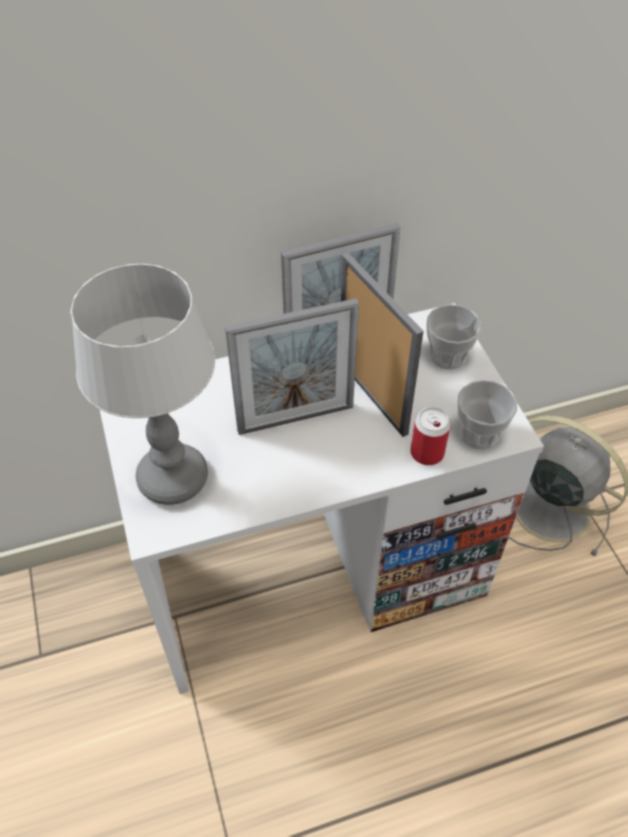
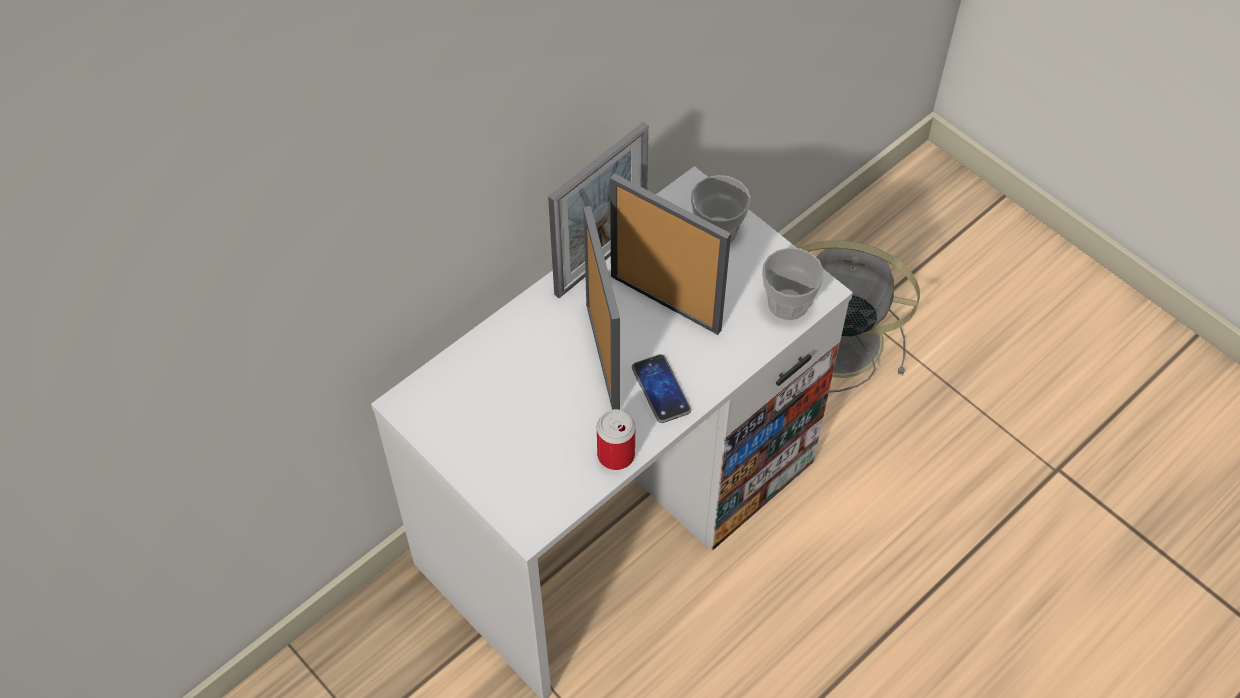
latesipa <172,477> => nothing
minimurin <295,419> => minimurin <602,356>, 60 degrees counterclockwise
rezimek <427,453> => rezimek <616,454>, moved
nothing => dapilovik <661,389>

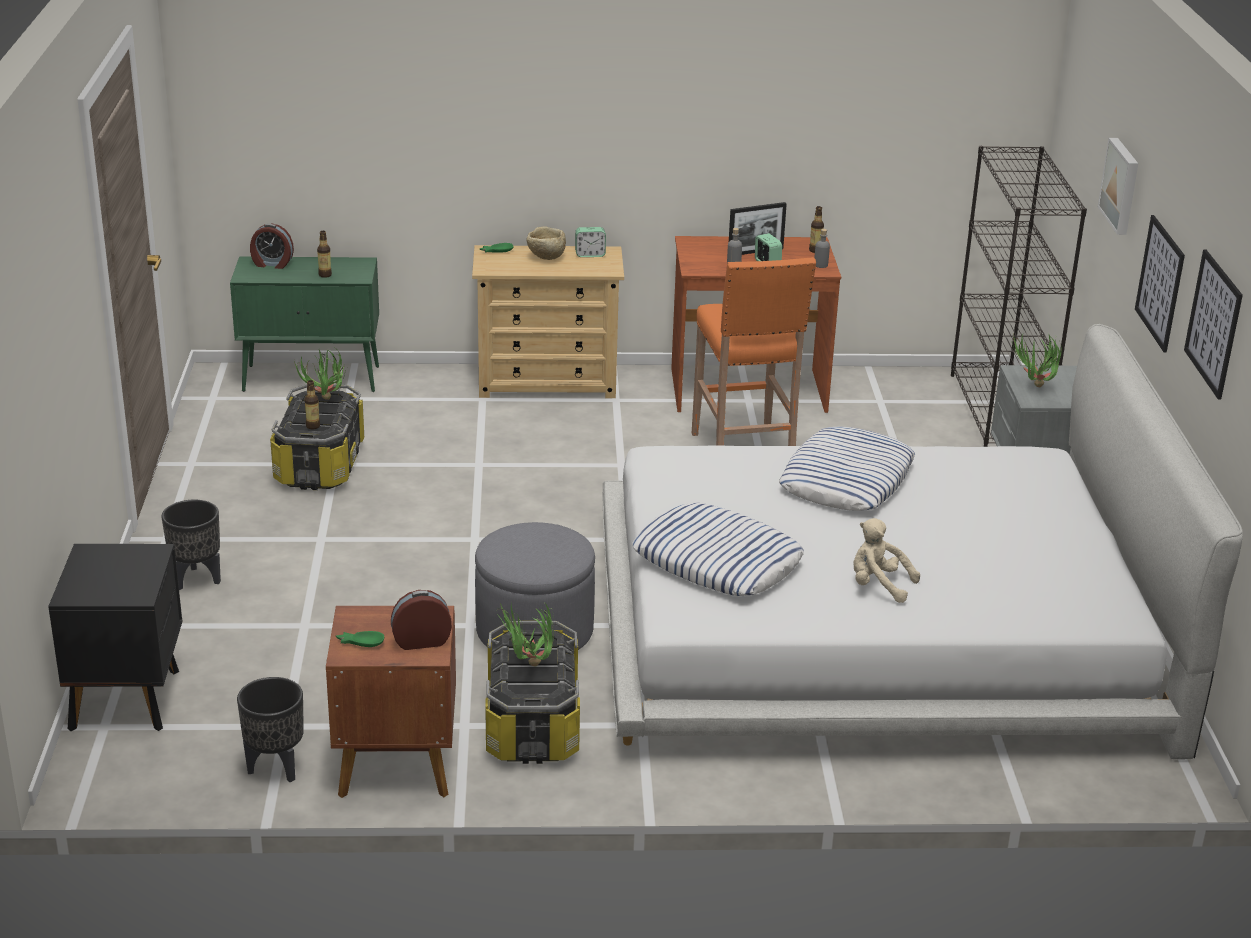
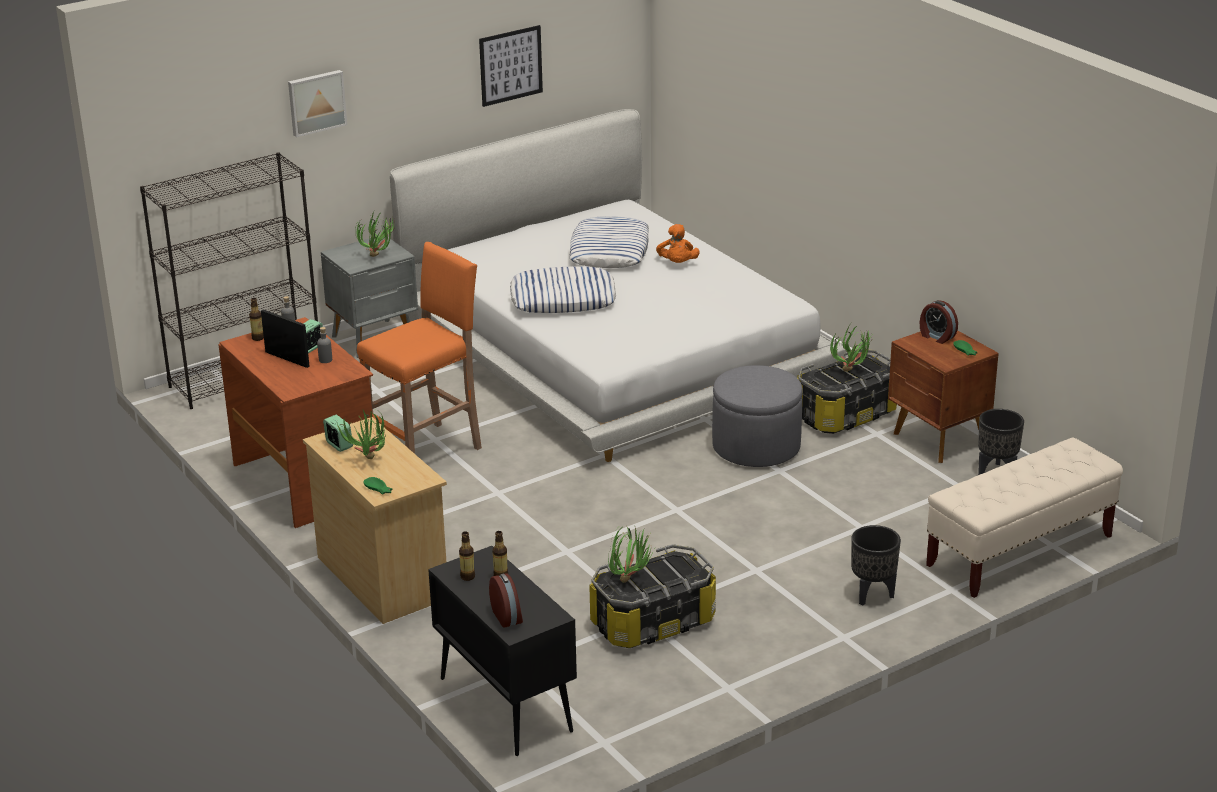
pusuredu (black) <127,698> => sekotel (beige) <1019,551>
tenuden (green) <313,379> => tenuden (black) <504,704>
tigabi <313,426> => tigabi <467,577>, moved
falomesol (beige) <546,258> => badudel <368,462>
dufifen <716,561> => dufifen <609,251>, moved
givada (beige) <878,586> => givada (orange) <677,264>
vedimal <1160,283> => nothing

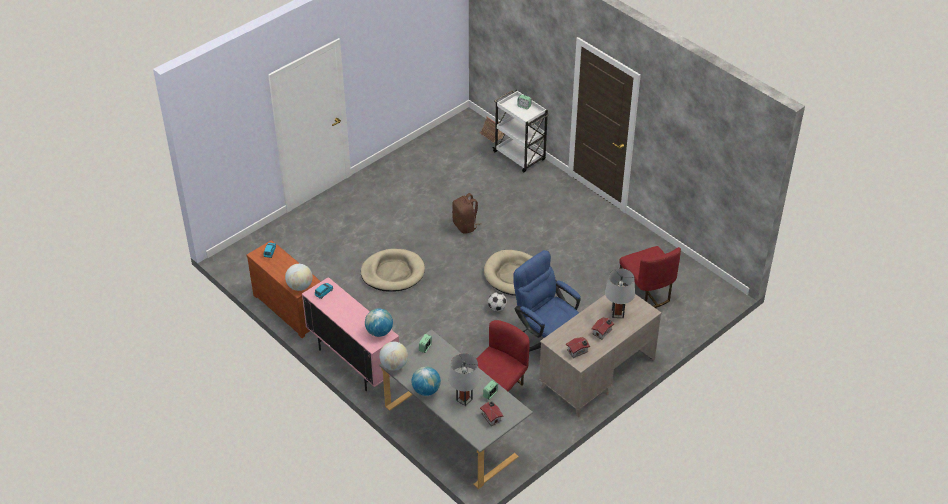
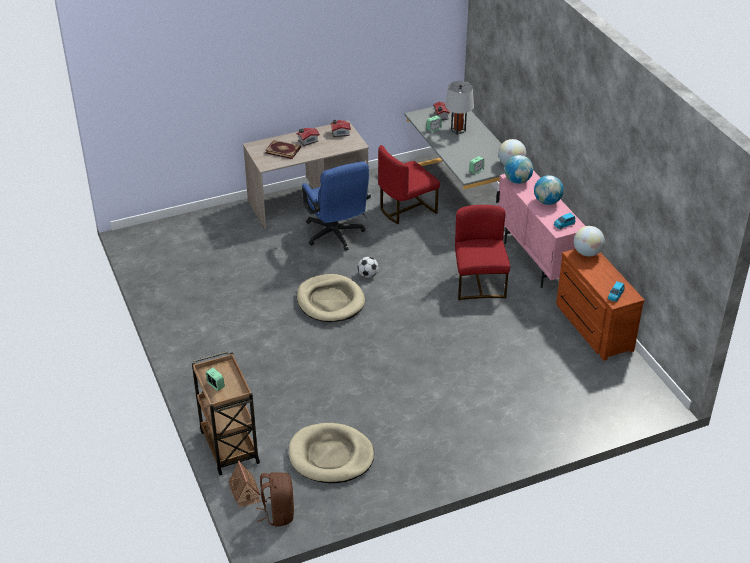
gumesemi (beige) <393,273> => gumesemi (beige) <331,456>, moved
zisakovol <426,390> => zisakovol <547,202>, moved
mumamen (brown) <465,226> => mumamen (brown) <278,513>, moved
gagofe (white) <520,156> => gagofe (brown) <229,445>
latesipa (grey) <617,314> => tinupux <283,150>
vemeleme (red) <646,292> => vemeleme (red) <479,283>, moved

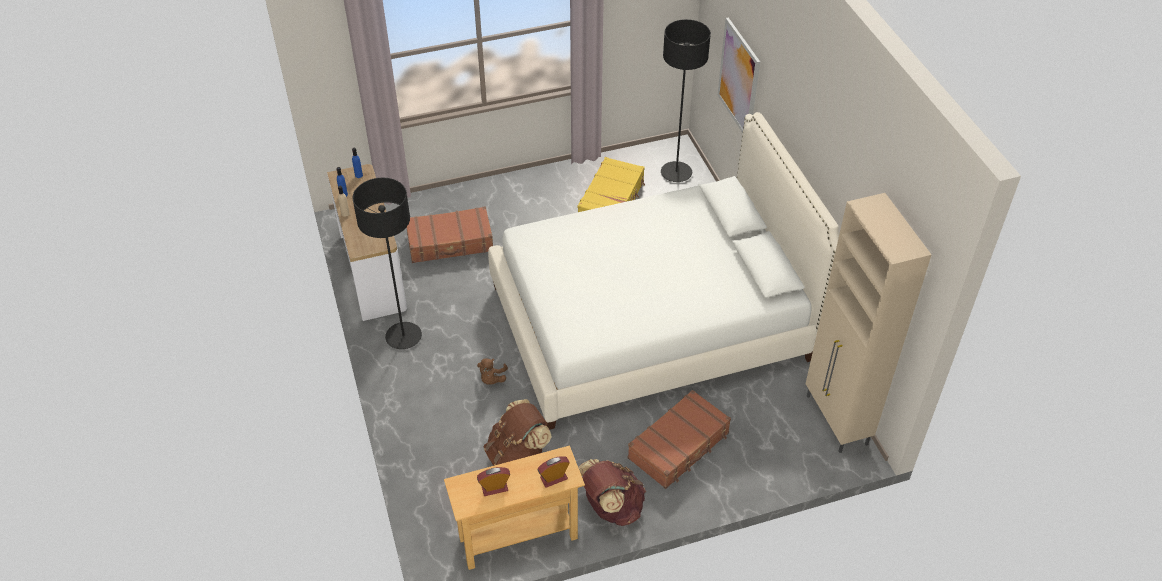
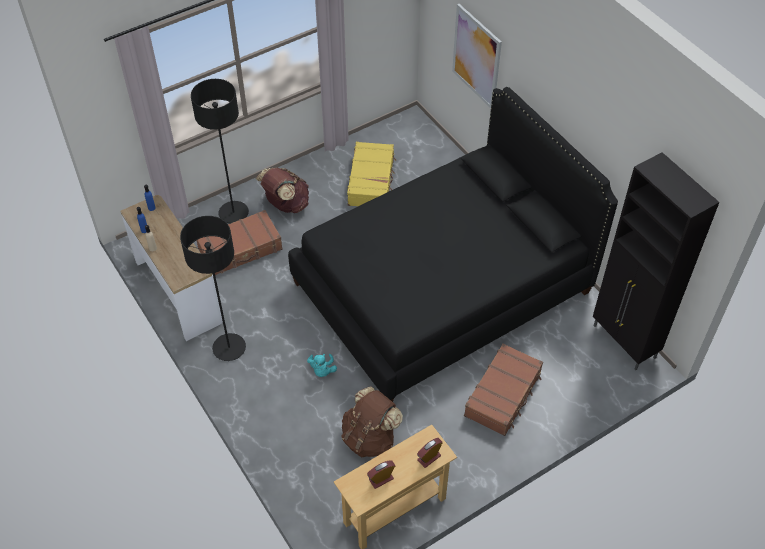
givada (brown) <492,379> => givada (turquoise) <322,370>
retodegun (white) <651,322> => retodegun (black) <443,287>
mumamen (brown) <611,507> => mumamen (brown) <286,204>, moved
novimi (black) <676,173> => novimi (black) <233,213>, moved
tenuden (beige) <836,421> => tenuden (black) <624,342>

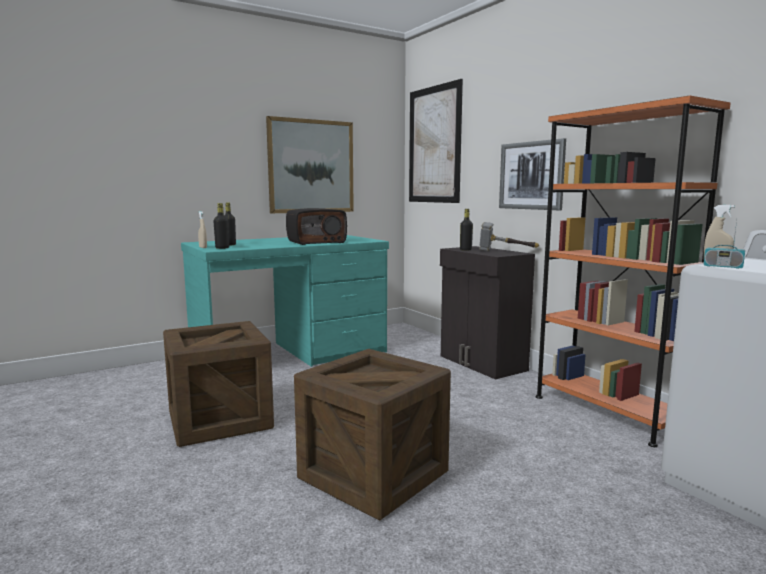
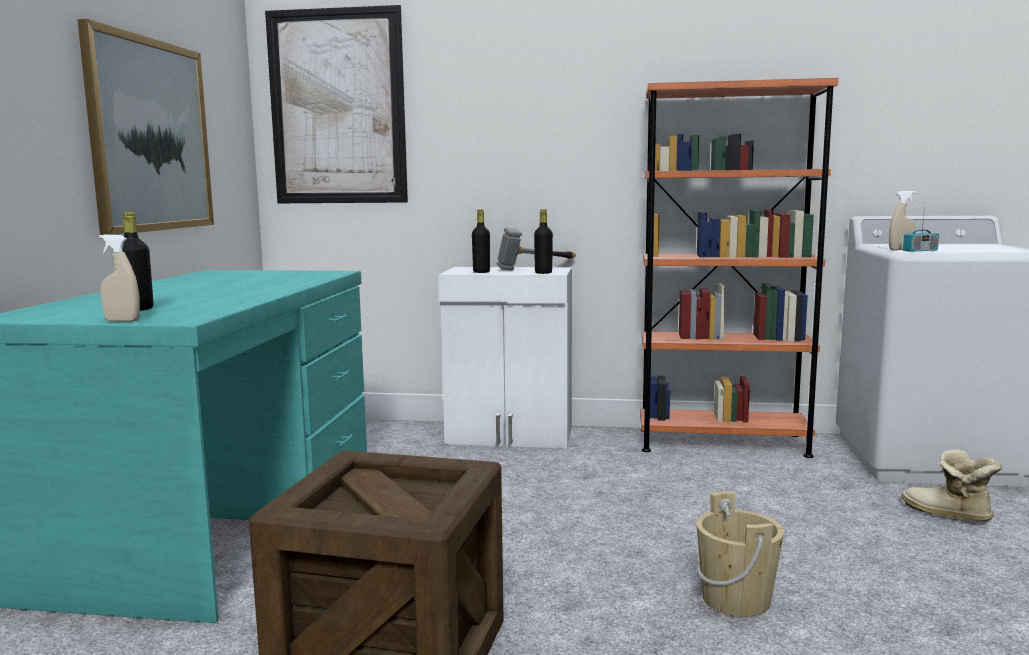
tigabi (black) <222,248> => tigabi (black) <543,273>, moved
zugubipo <316,242> => nothing
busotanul <373,475> => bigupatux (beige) <736,599>
tenuden (black) <482,363> => tenuden (white) <510,436>
vedimal <531,175> => nothing
nothing => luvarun <948,515>

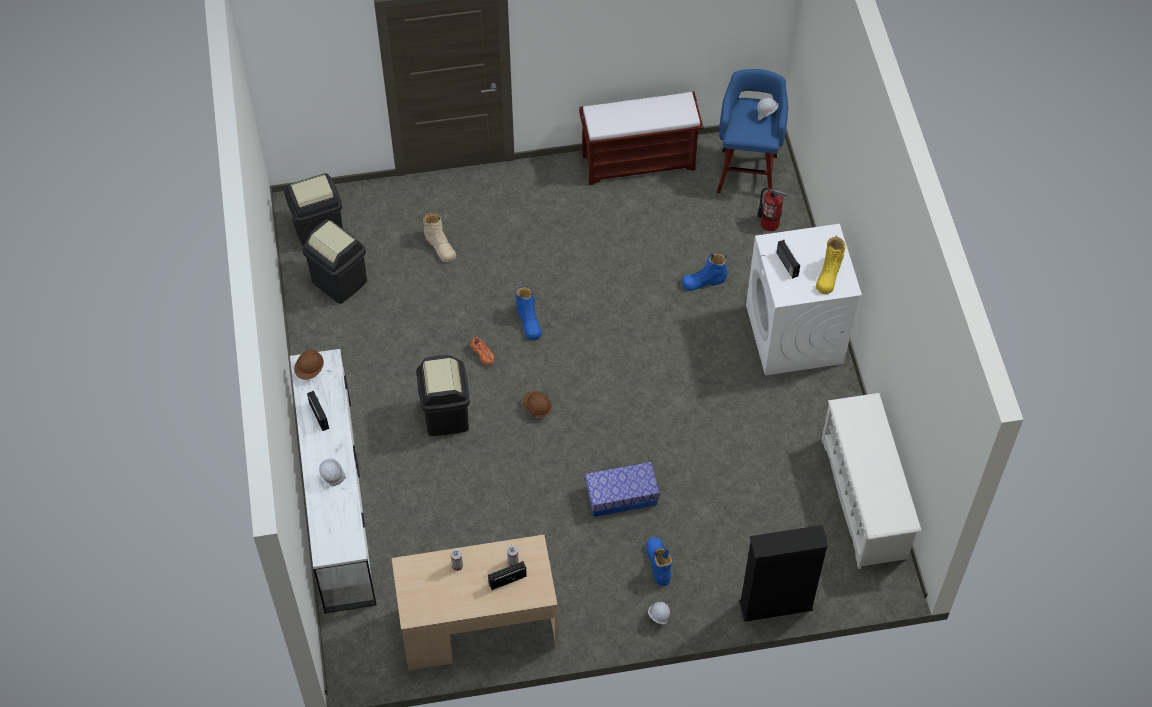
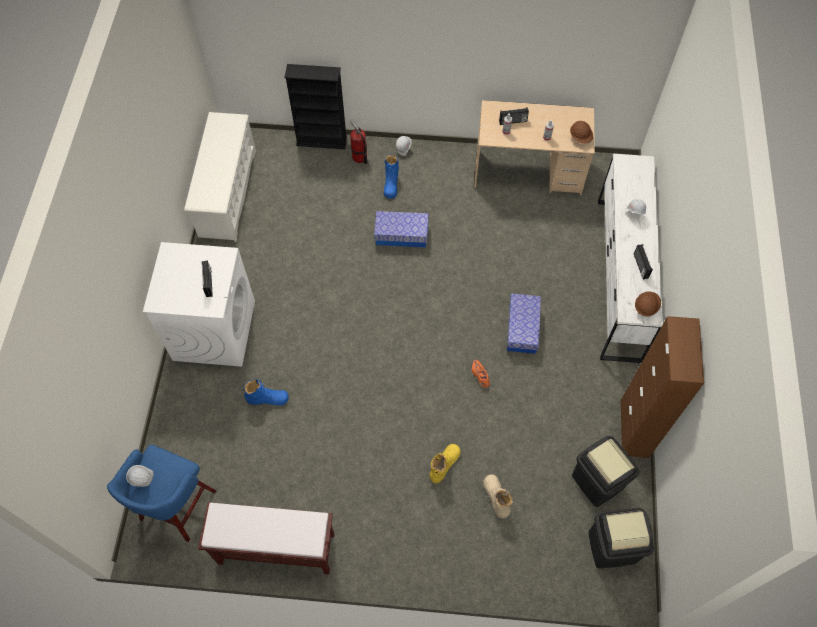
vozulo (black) <445,415> => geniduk <522,328>
luvarun (blue) <528,322> => nothing
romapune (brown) <537,408> => romapune (brown) <580,137>, moved
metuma <769,223> => metuma <359,157>, moved
luvarun (yellow) <828,275> => luvarun (yellow) <444,464>, moved
nothing => tenuden (brown) <634,428>

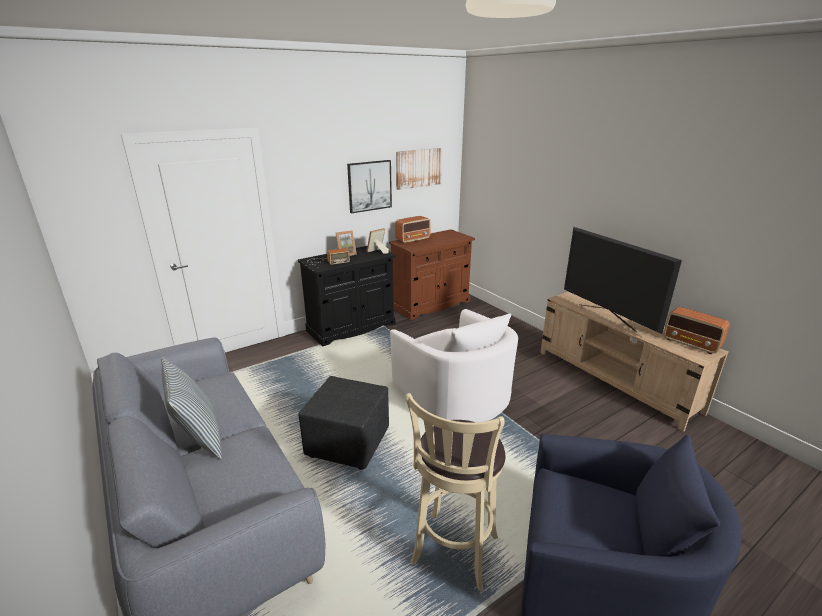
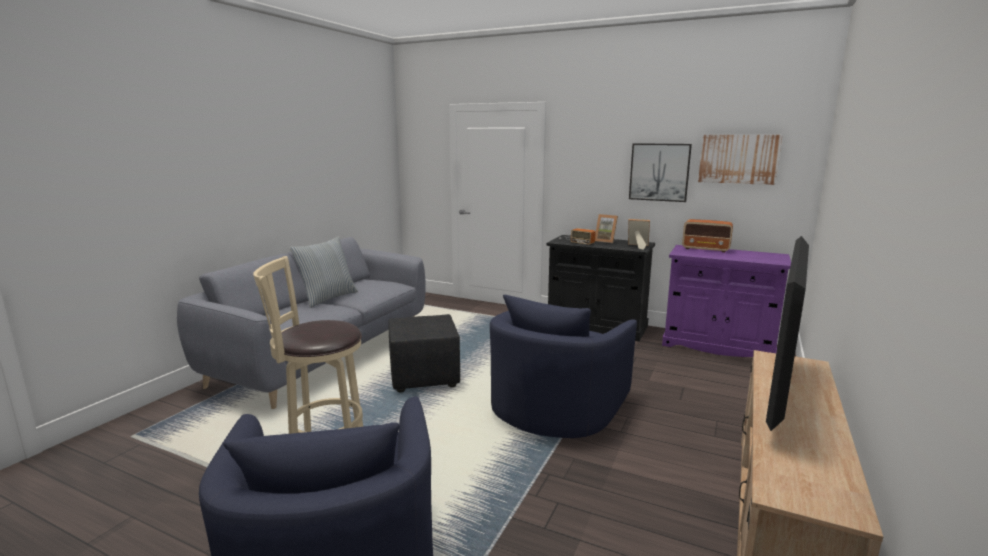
tenuden (brown) <431,304> => tenuden (purple) <718,346>
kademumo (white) <454,394> => kademumo (blue) <556,405>
zugubipo <691,344> => nothing

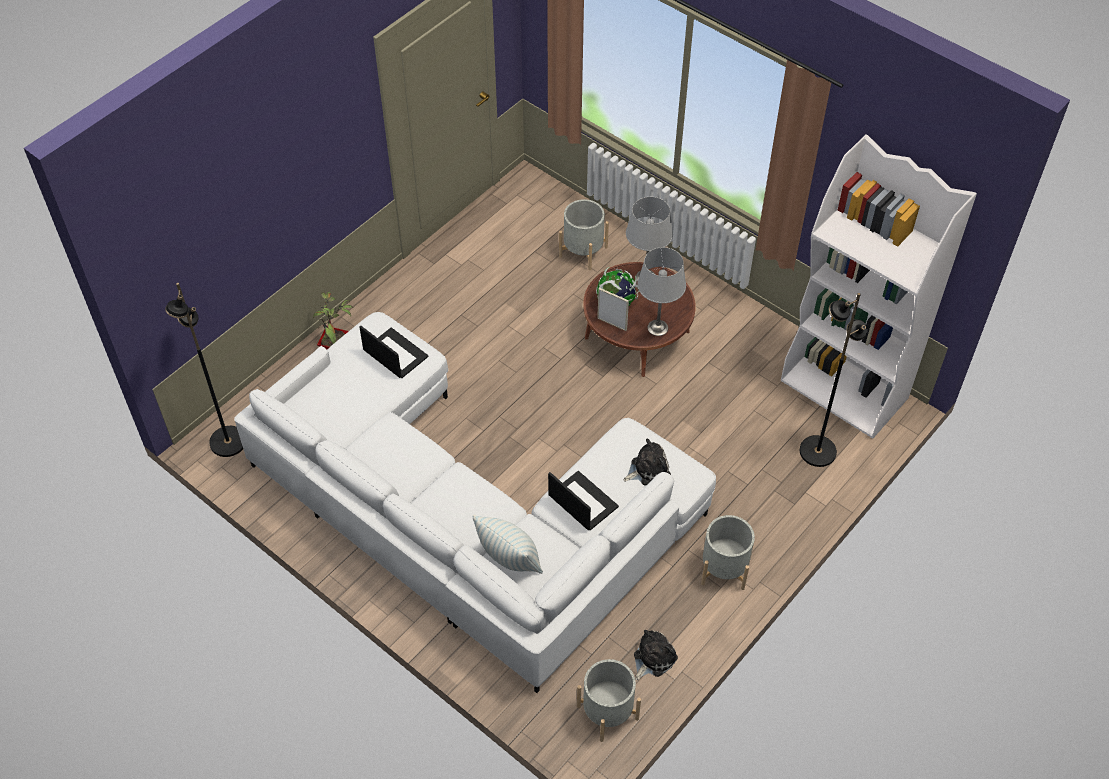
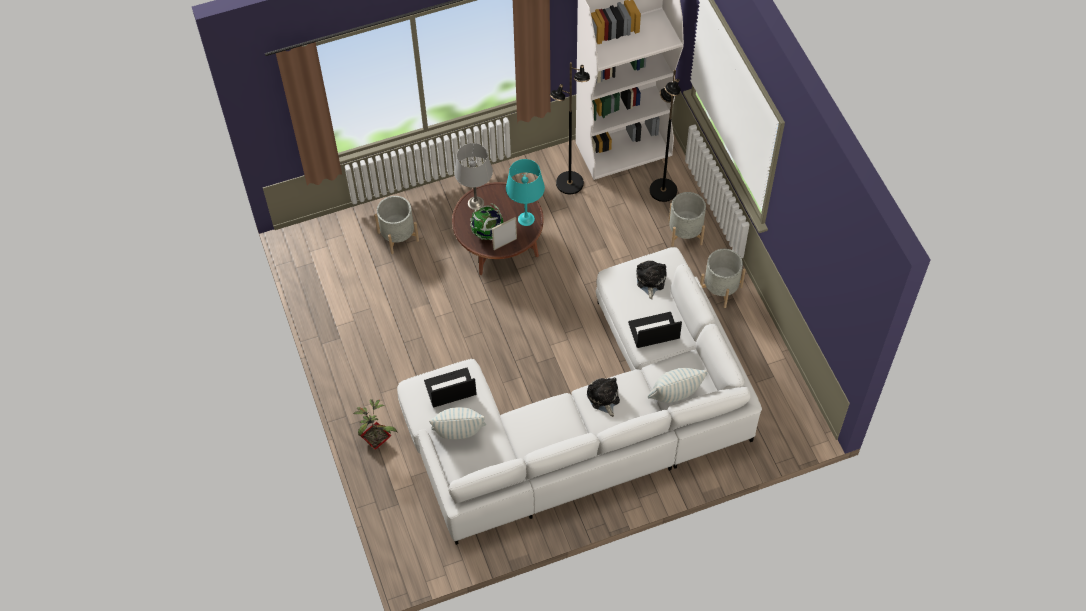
novimi (black) <227,442> => novimi (black) <569,184>, moved
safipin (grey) <607,712> => safipin (grey) <685,233>, moved
givada <653,658> => givada <603,398>, moved
latesipa (grey) <658,327> => latesipa (turquoise) <526,219>
nothing => dufifen <459,433>

